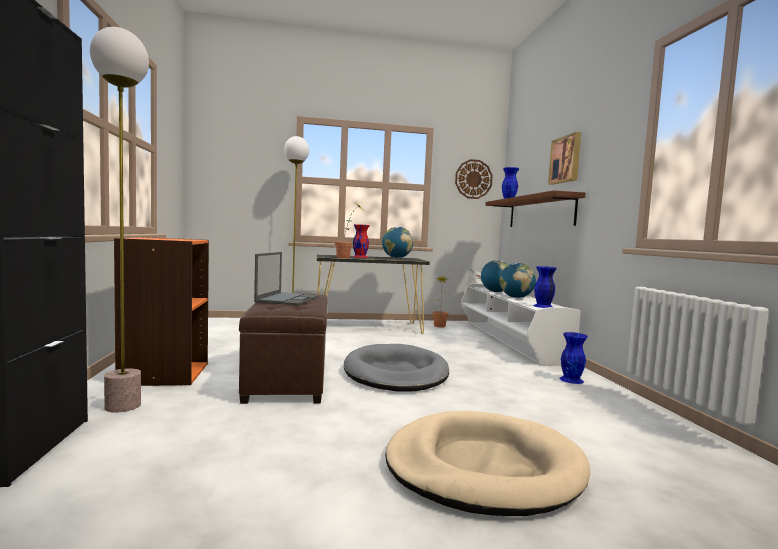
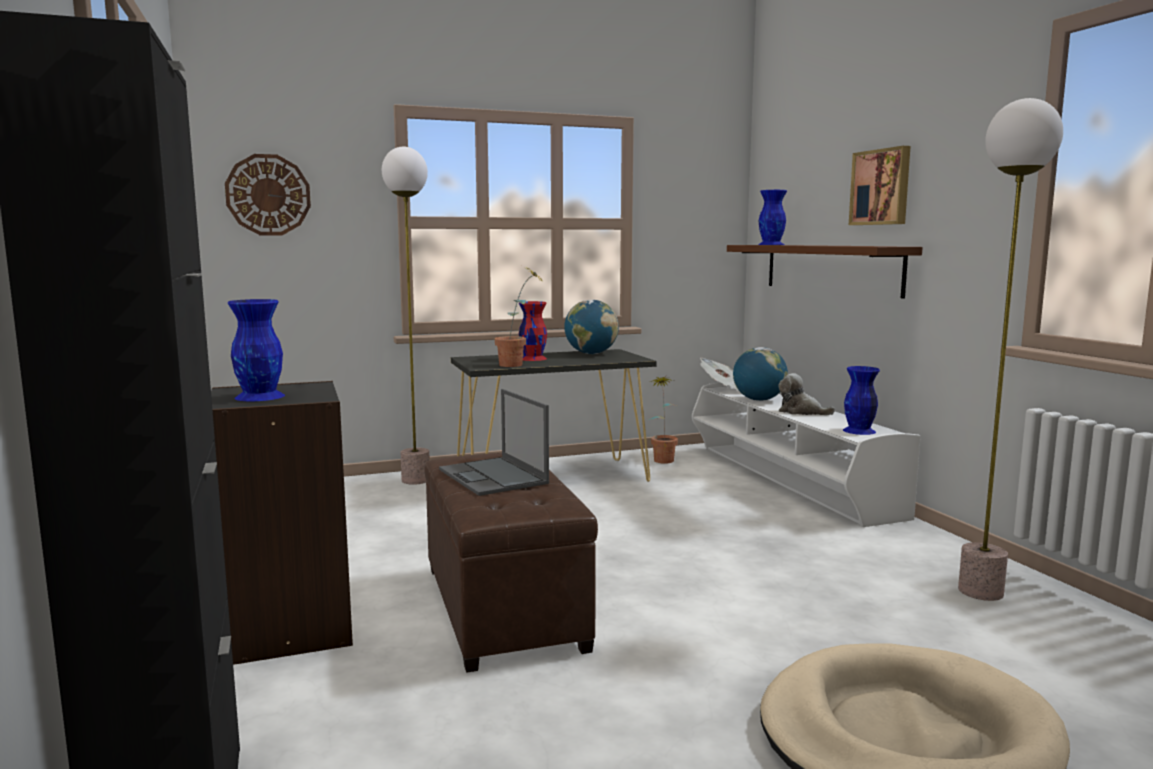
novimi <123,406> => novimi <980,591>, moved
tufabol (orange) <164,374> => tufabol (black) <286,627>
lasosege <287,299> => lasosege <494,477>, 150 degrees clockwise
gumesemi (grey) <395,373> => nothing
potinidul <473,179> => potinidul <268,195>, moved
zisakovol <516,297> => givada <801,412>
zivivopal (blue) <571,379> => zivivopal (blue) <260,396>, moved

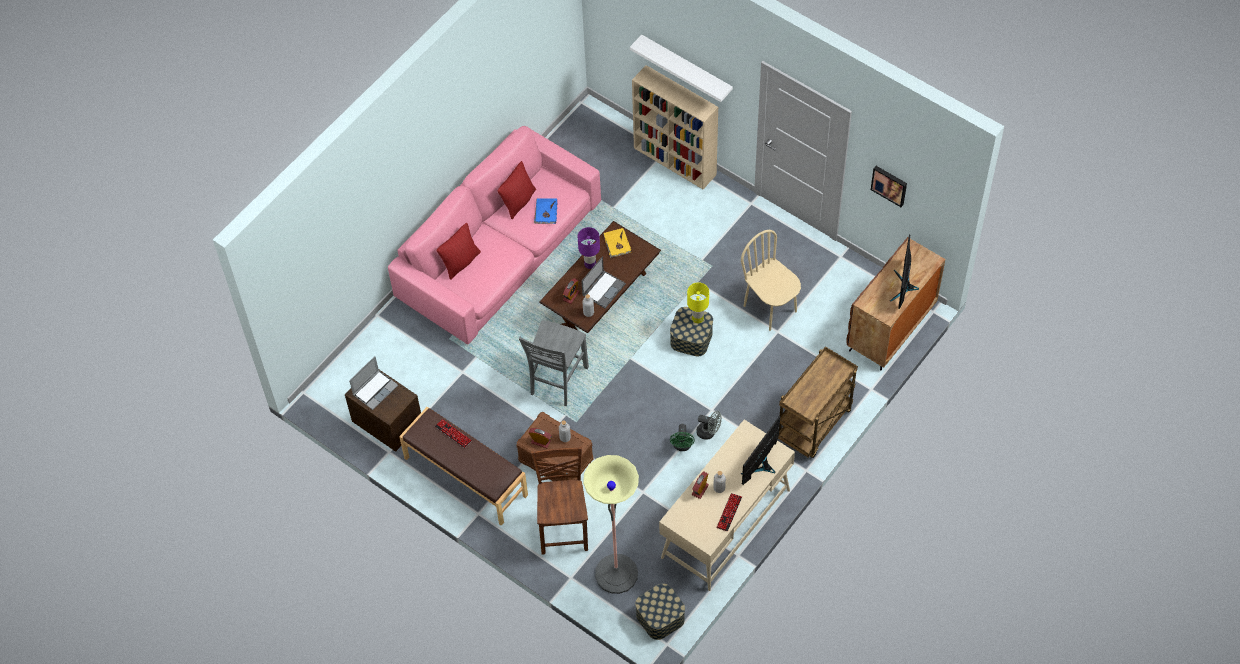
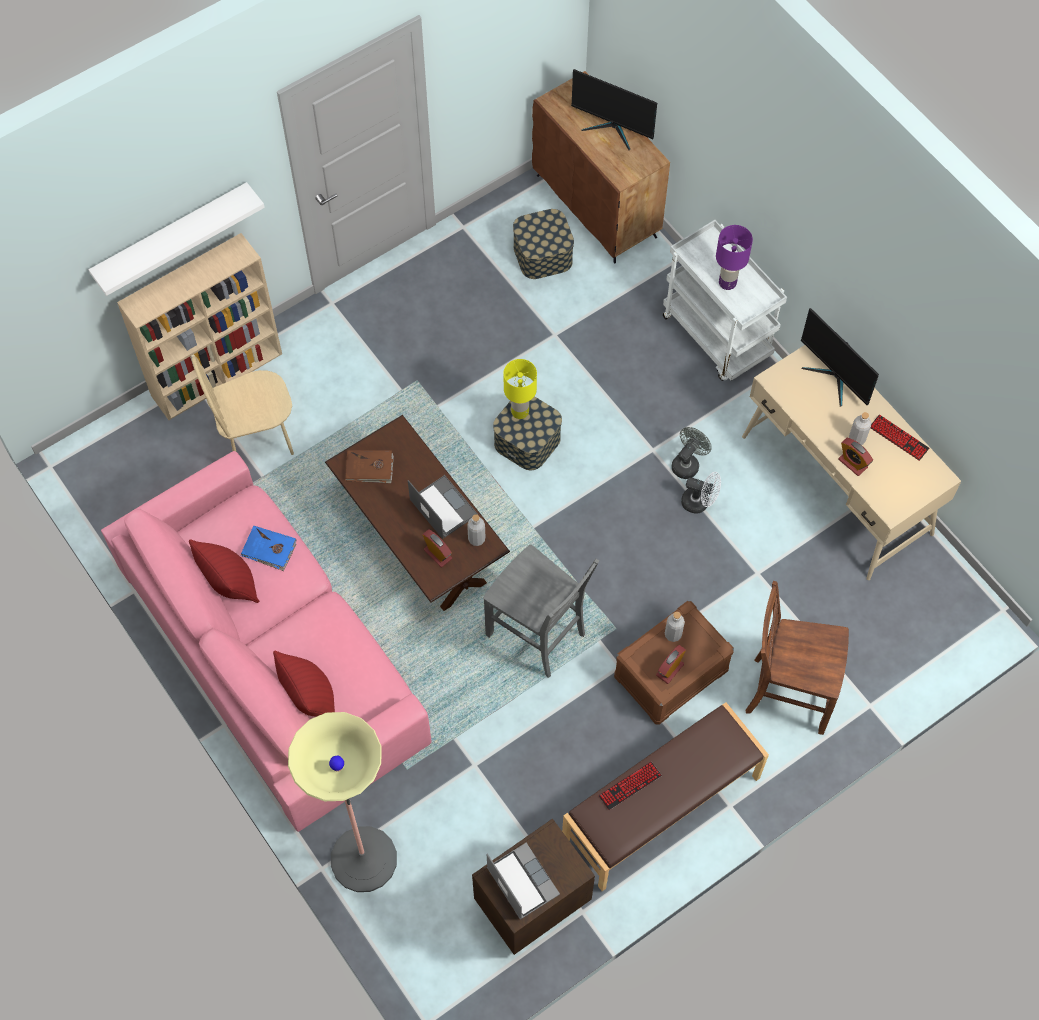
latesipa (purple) <590,264> => latesipa (purple) <727,282>, moved
novimi <616,574> => novimi <364,859>, moved
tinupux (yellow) <617,244> => tinupux (brown) <369,468>
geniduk <660,617> => geniduk <543,254>, moved
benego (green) <682,446> => benego (white) <699,503>
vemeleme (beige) <770,308> => vemeleme (beige) <257,441>, moved
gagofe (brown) <814,426> => gagofe (white) <717,337>
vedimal <889,185> => nothing

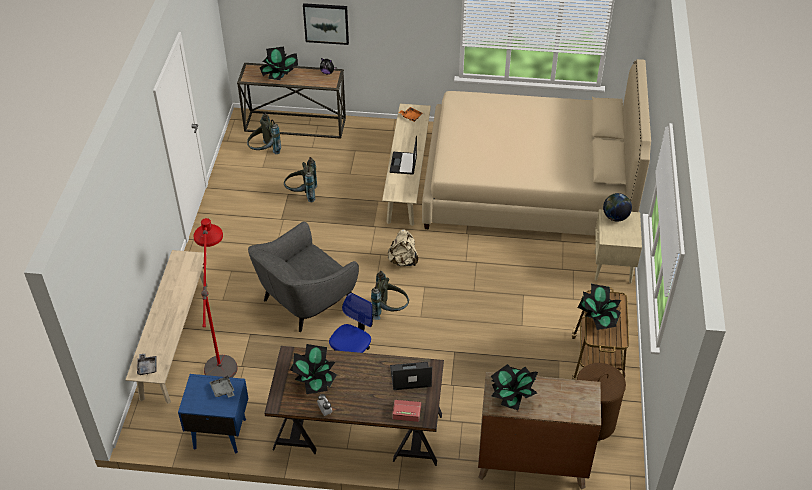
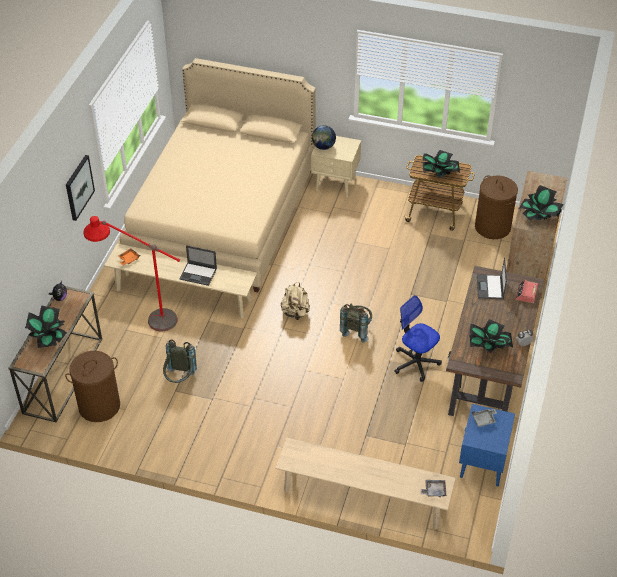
novimi (red) <222,350> => novimi (red) <142,318>, moved
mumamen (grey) <264,152> => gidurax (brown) <99,406>
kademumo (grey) <305,299> => nothing
vedimal <326,23> => vedimal <79,187>, moved

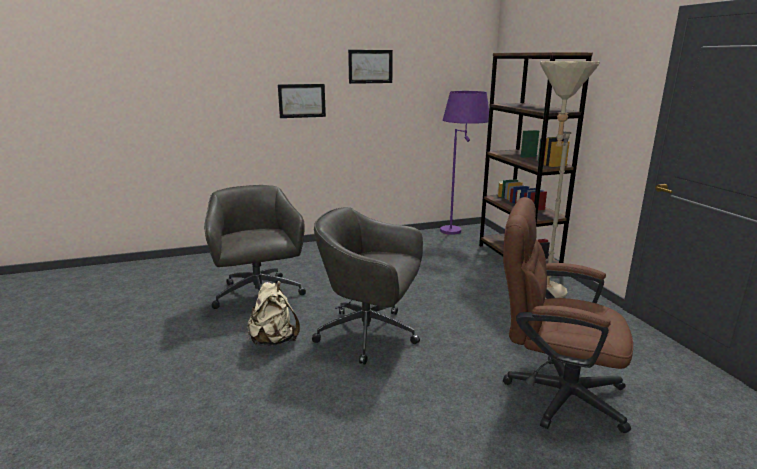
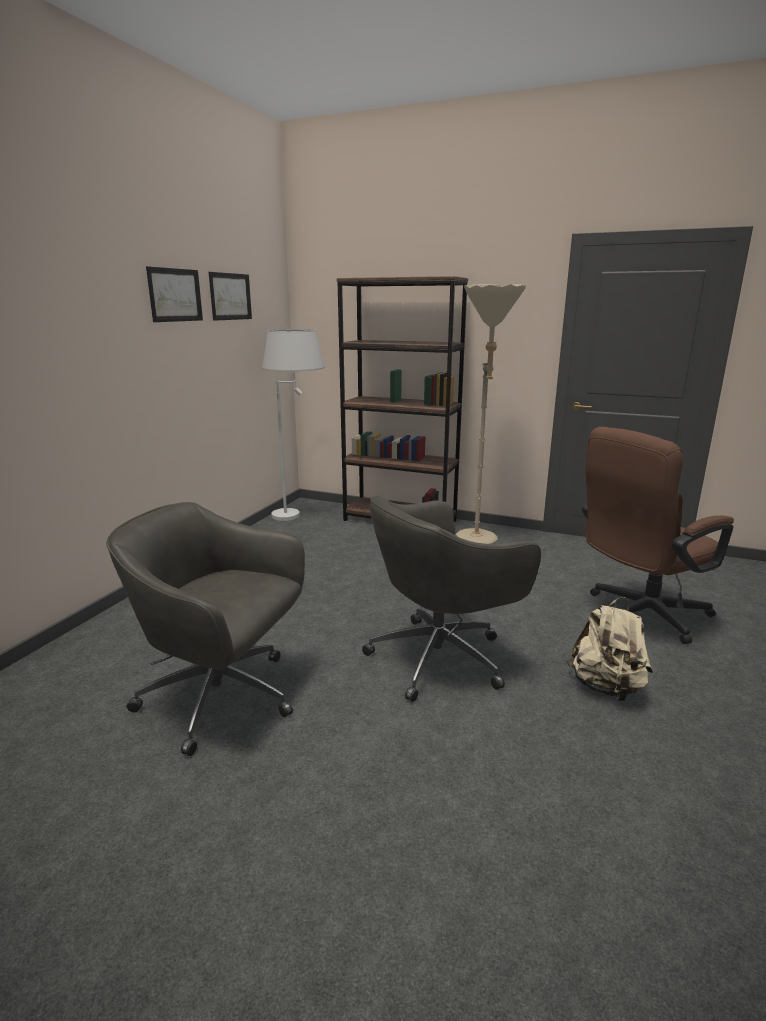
mumamen (beige) <274,340> => mumamen (beige) <606,687>, moved
vedimal <302,100> => vedimal <230,296>, moved
novimi (purple) <459,234> => novimi (white) <301,515>

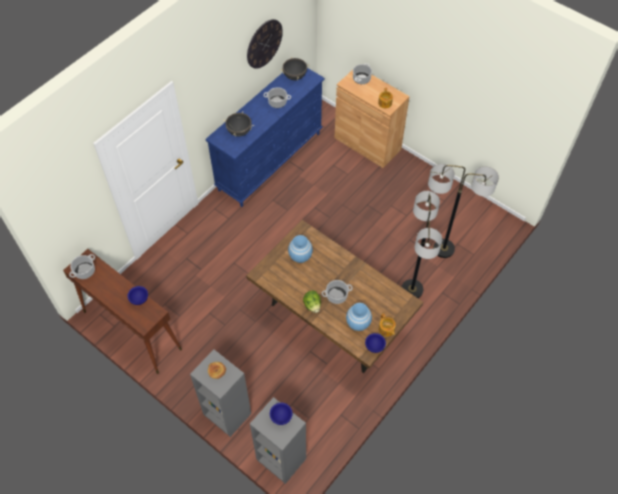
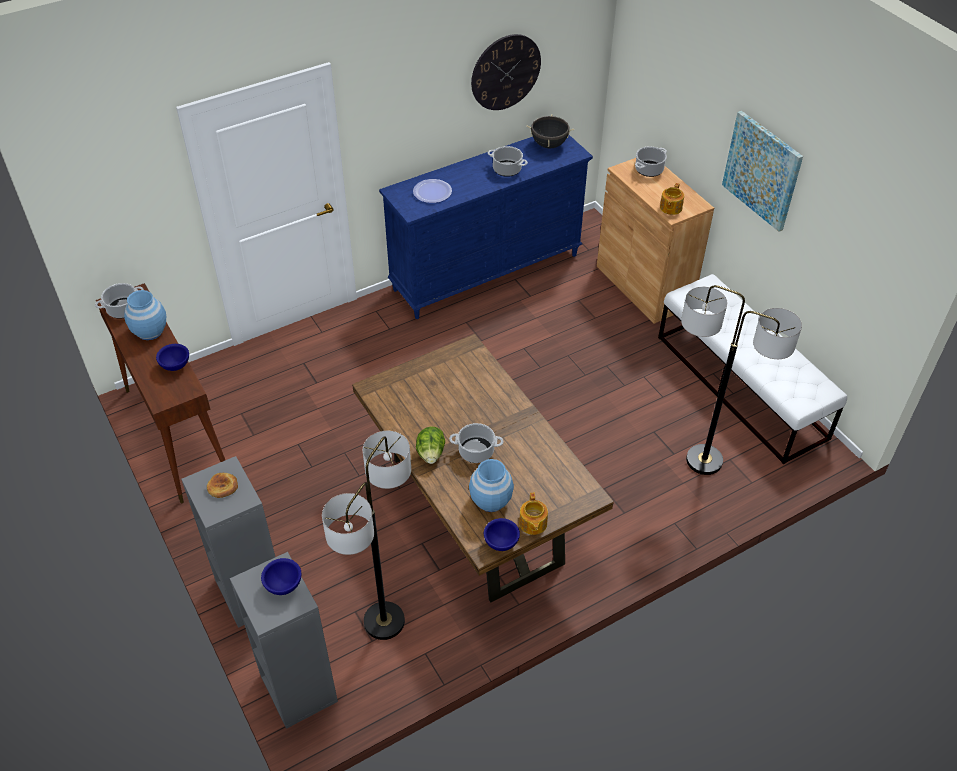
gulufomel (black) <239,132> => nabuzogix <432,192>
zivivopal (blue) <300,256> => zivivopal (blue) <150,331>, moved
novimi <412,290> => novimi <384,621>, moved
nothing => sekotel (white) <741,386>
nothing => vedimal <762,170>

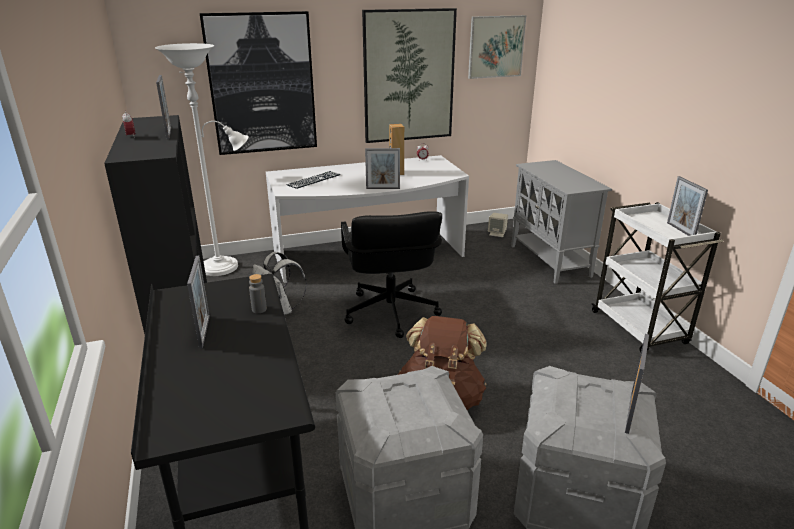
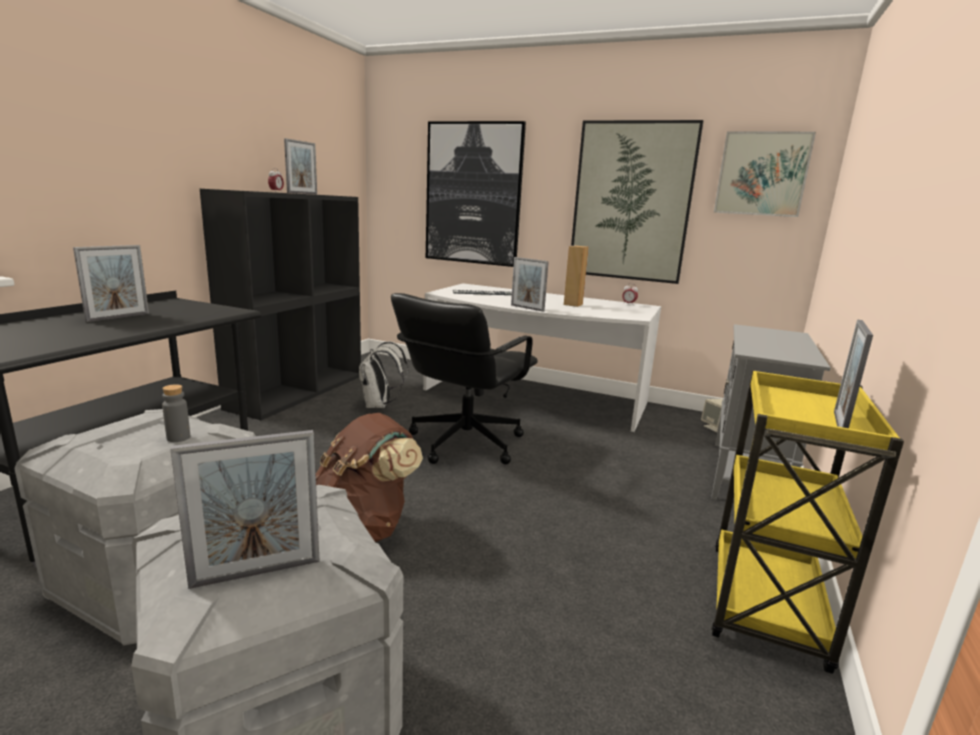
novimi (white) <224,266> => nothing
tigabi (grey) <259,309> => tigabi (grey) <178,438>, moved
gagofe (white) <640,329> => gagofe (yellow) <765,606>

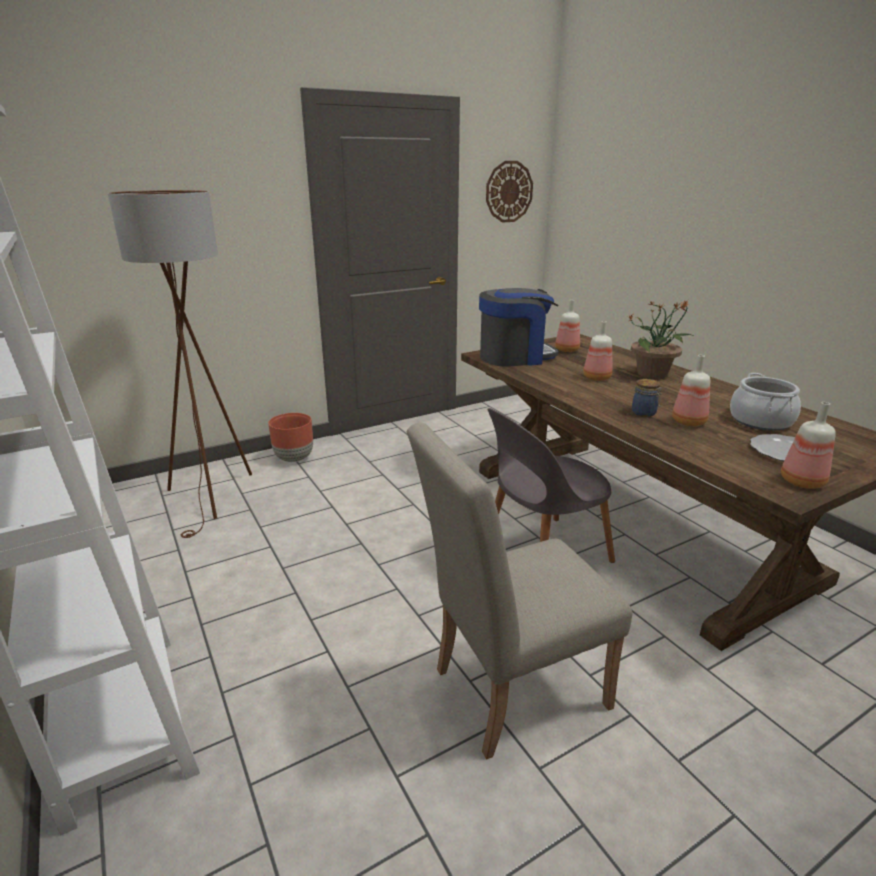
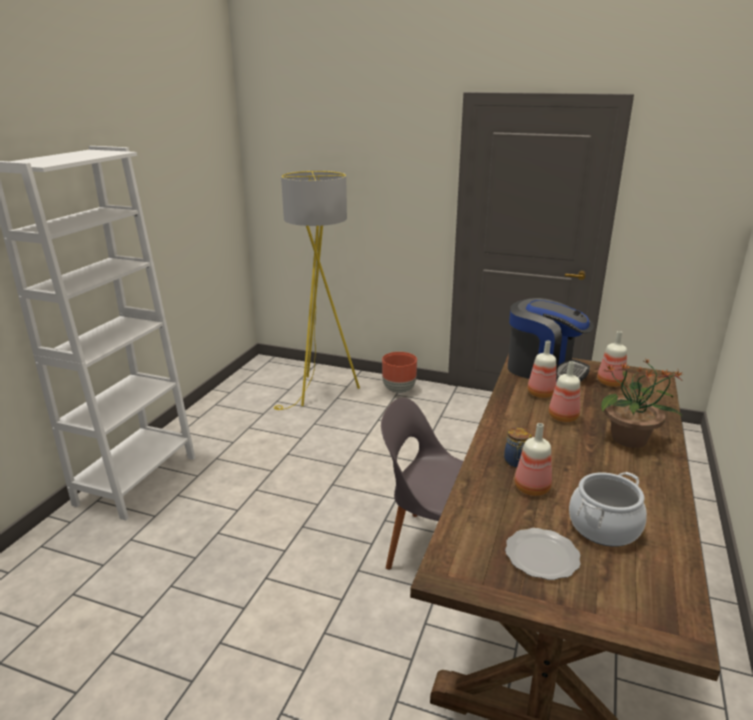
novimi (brown) <213,497> => novimi (yellow) <320,392>
vemeleme (beige) <508,691> => nothing
potinidul <509,192> => nothing
tigabi <802,483> => tigabi <540,394>, moved

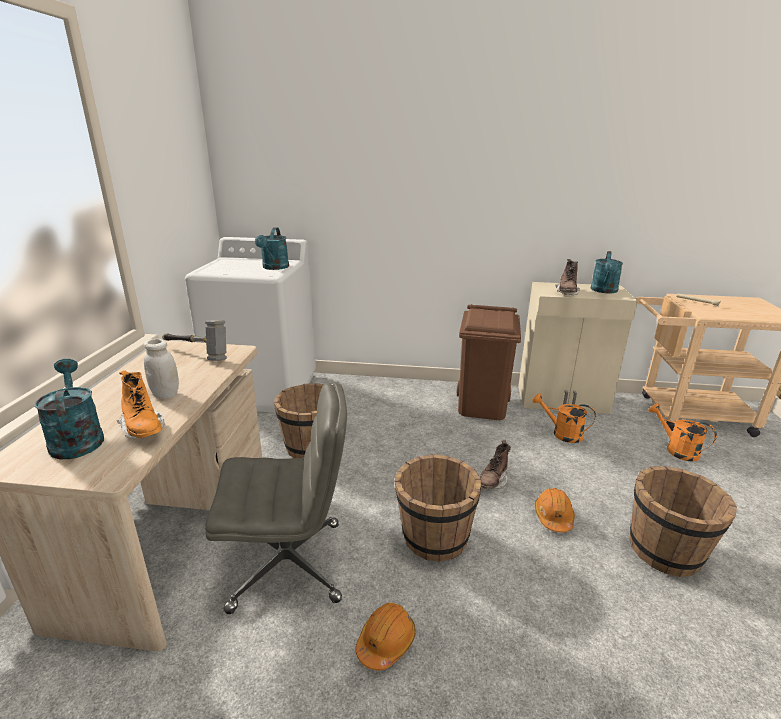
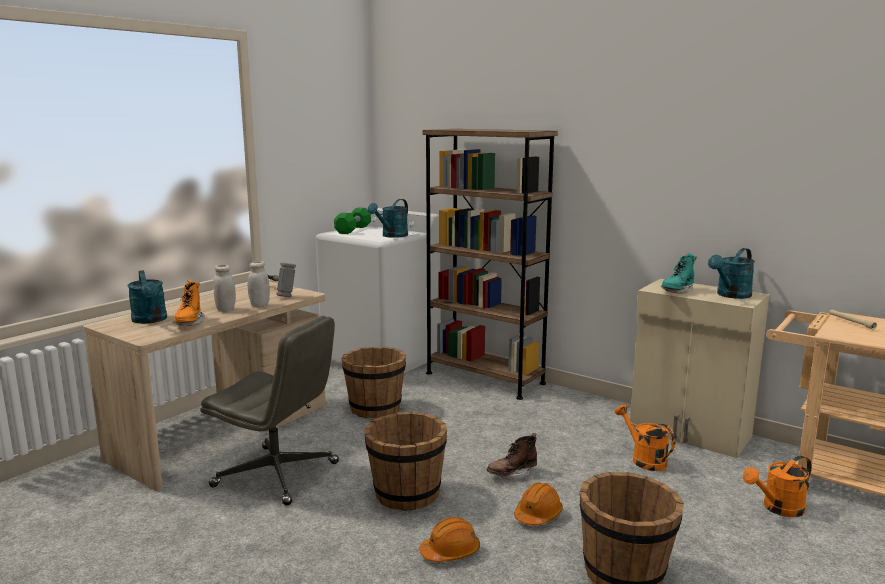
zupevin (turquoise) <77,438> => zupevin (turquoise) <150,320>, 150 degrees clockwise
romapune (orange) <386,642> => romapune (orange) <450,552>, moved
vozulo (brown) <482,406> => nothing
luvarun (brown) <567,293> => luvarun (turquoise) <677,291>
zupevin (orange) <676,449> => zupevin (orange) <778,508>, 105 degrees counterclockwise
nothing => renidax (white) <259,305>
nothing => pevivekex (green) <353,230>
nothing => tufabol (brown) <484,378>

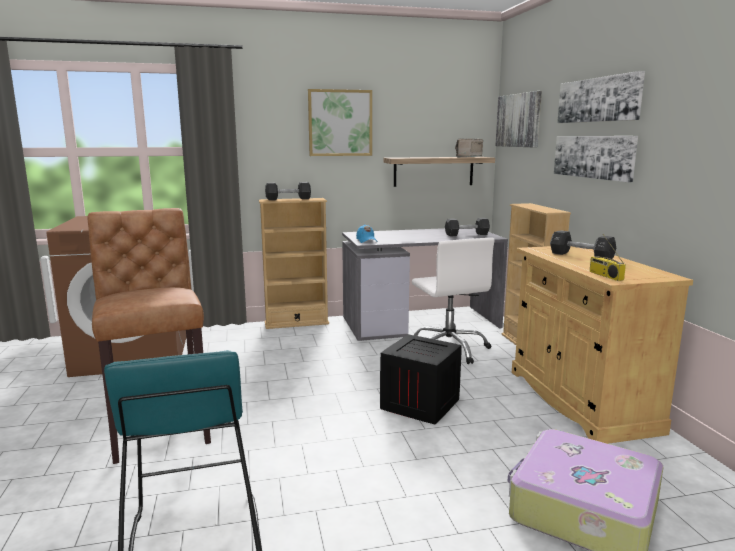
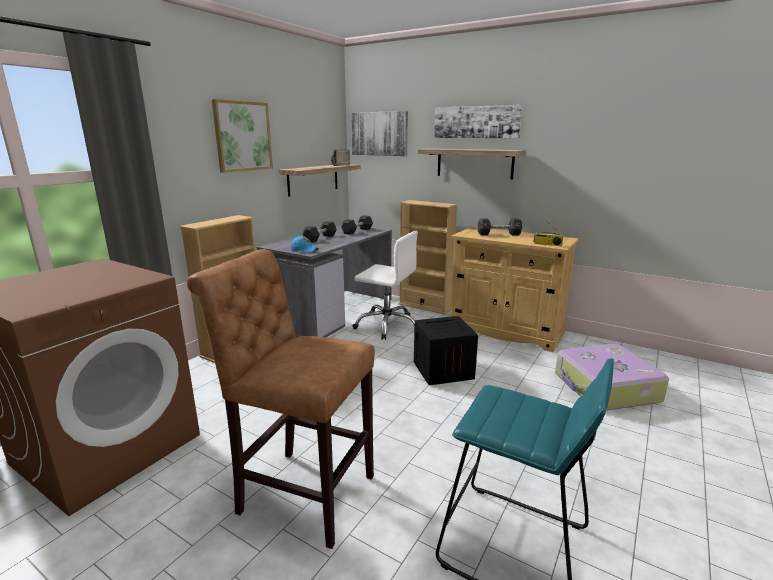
pevivekex (black) <288,199> => pevivekex (black) <320,238>, moved
vedimal <593,156> => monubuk <474,163>

